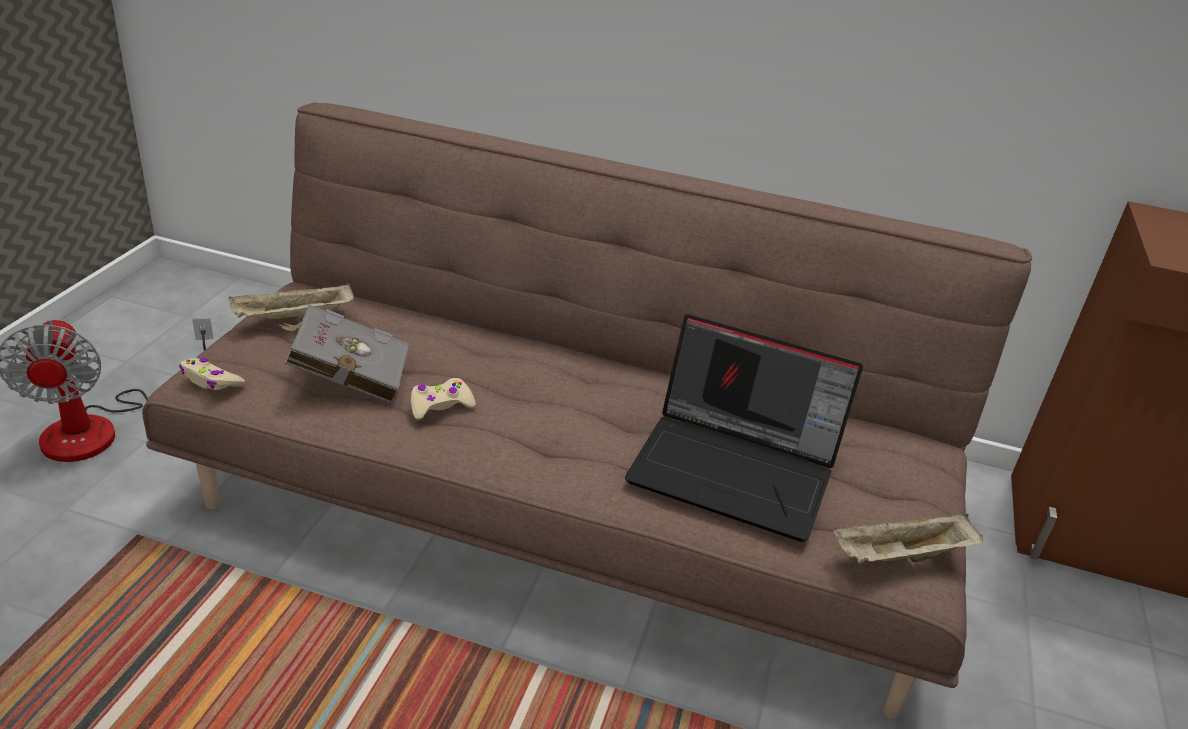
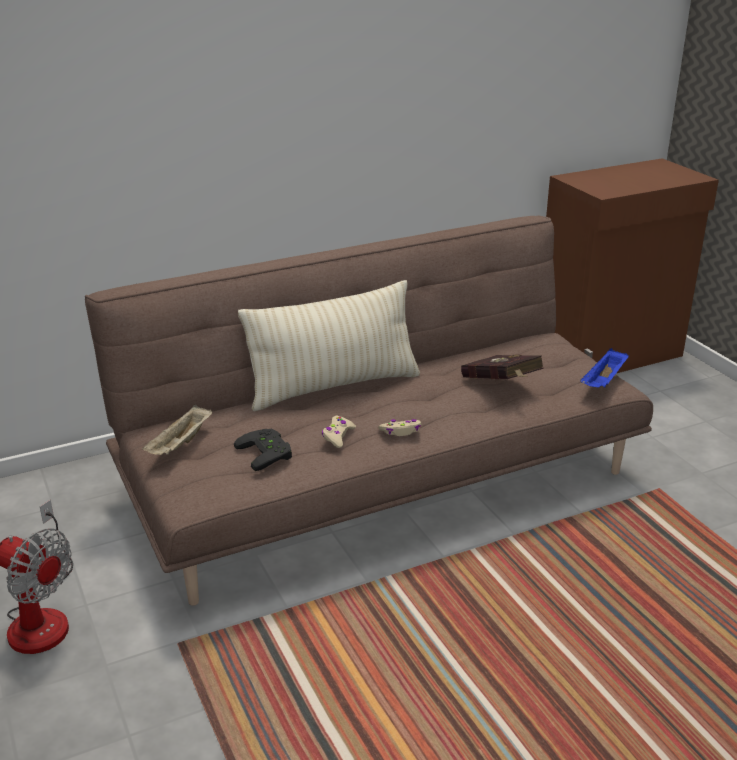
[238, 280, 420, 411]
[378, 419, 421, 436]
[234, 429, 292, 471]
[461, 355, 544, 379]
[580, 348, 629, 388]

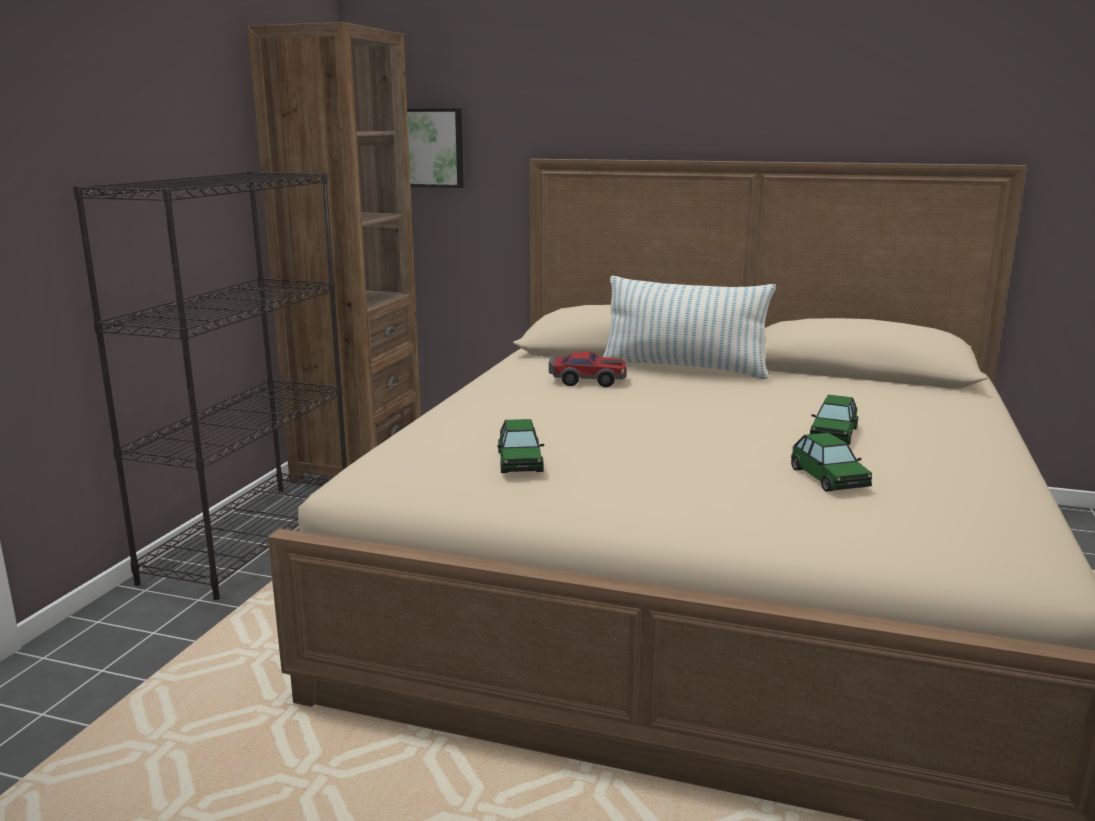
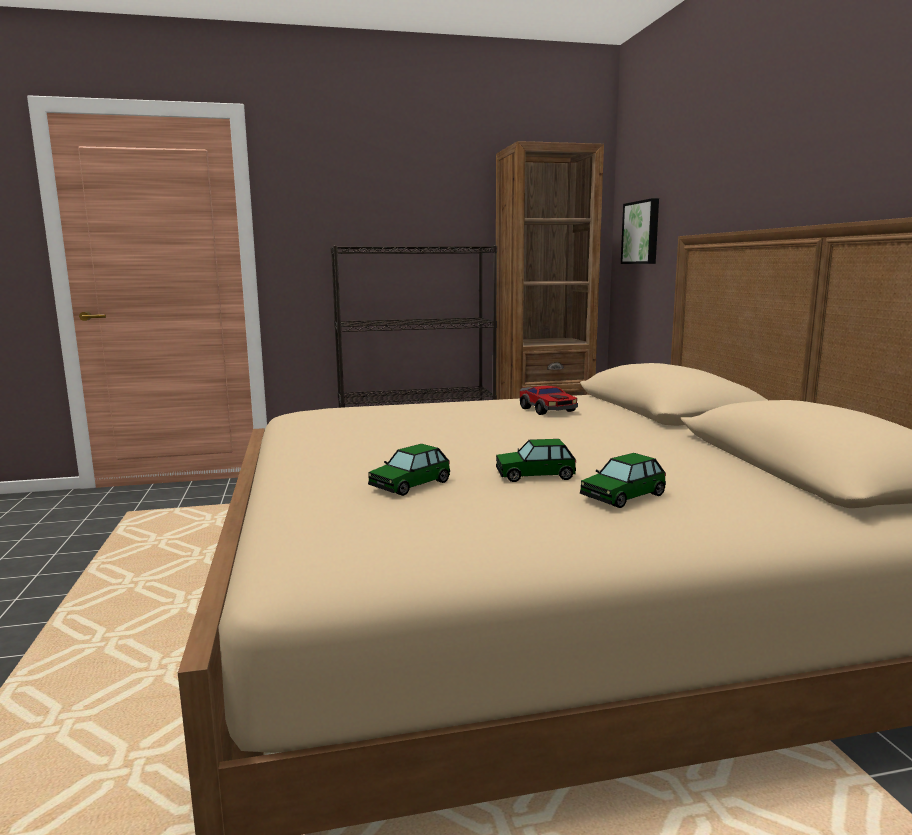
[603, 276, 776, 379] (first image)
[580, 453, 666, 508]

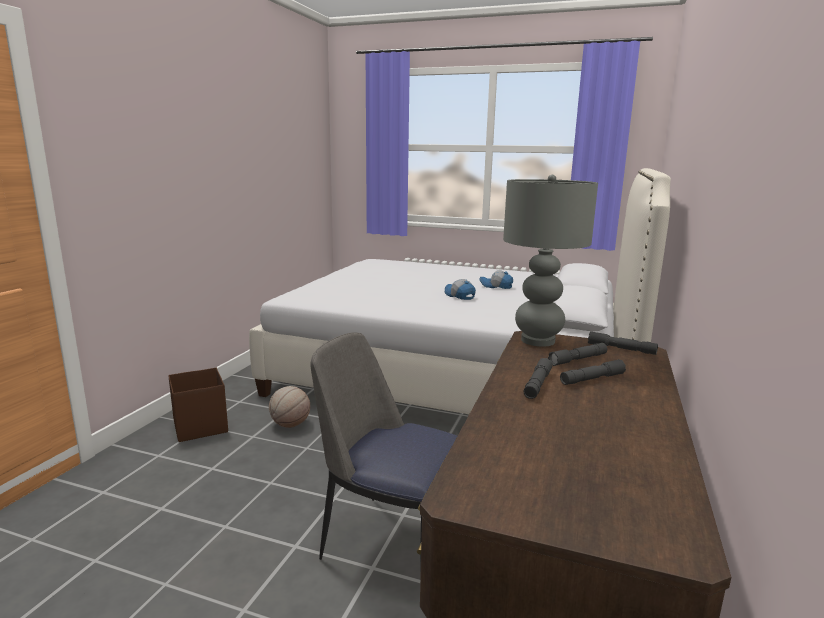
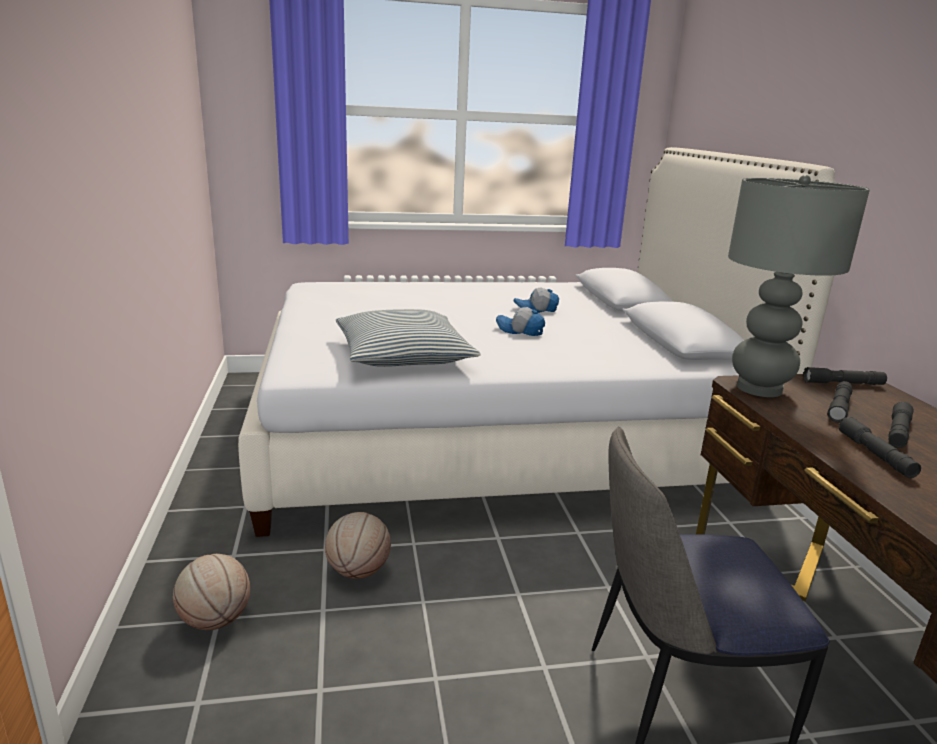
[336, 309, 481, 367]
[173, 554, 250, 630]

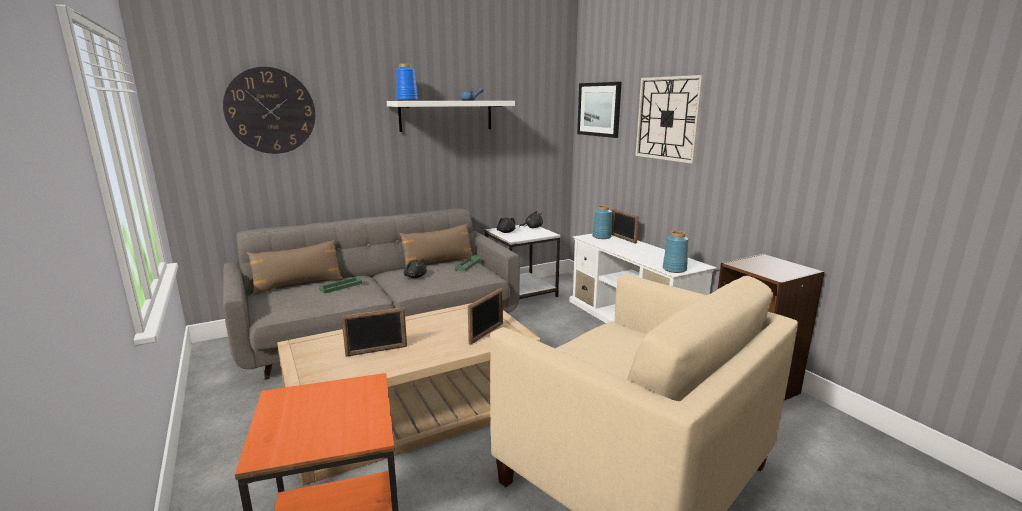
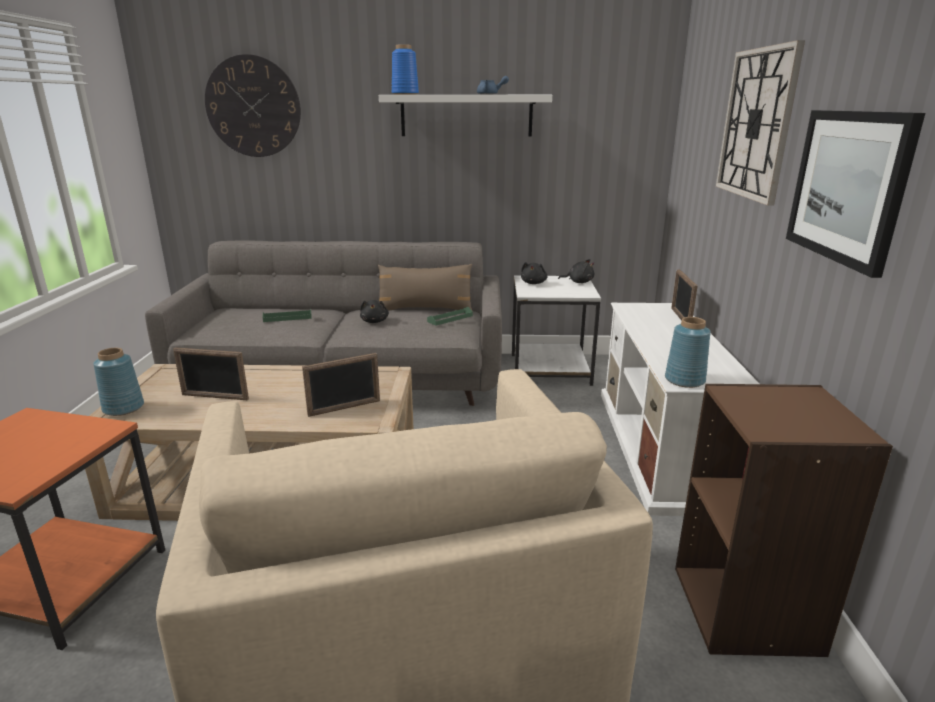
[247, 240, 343, 296] (first image)
[786, 110, 925, 278]
[93, 348, 144, 416]

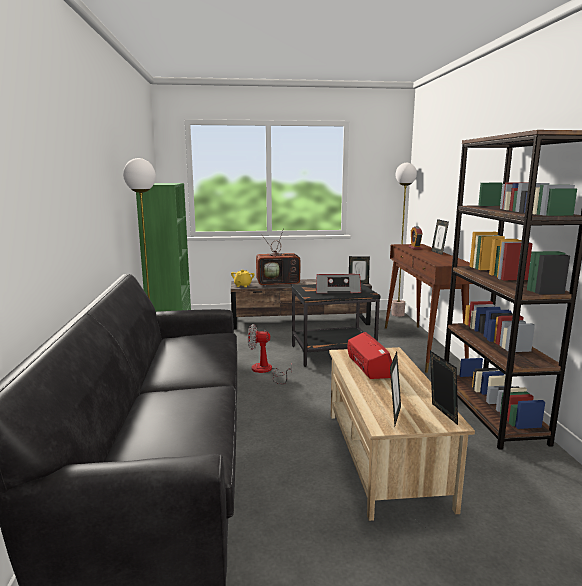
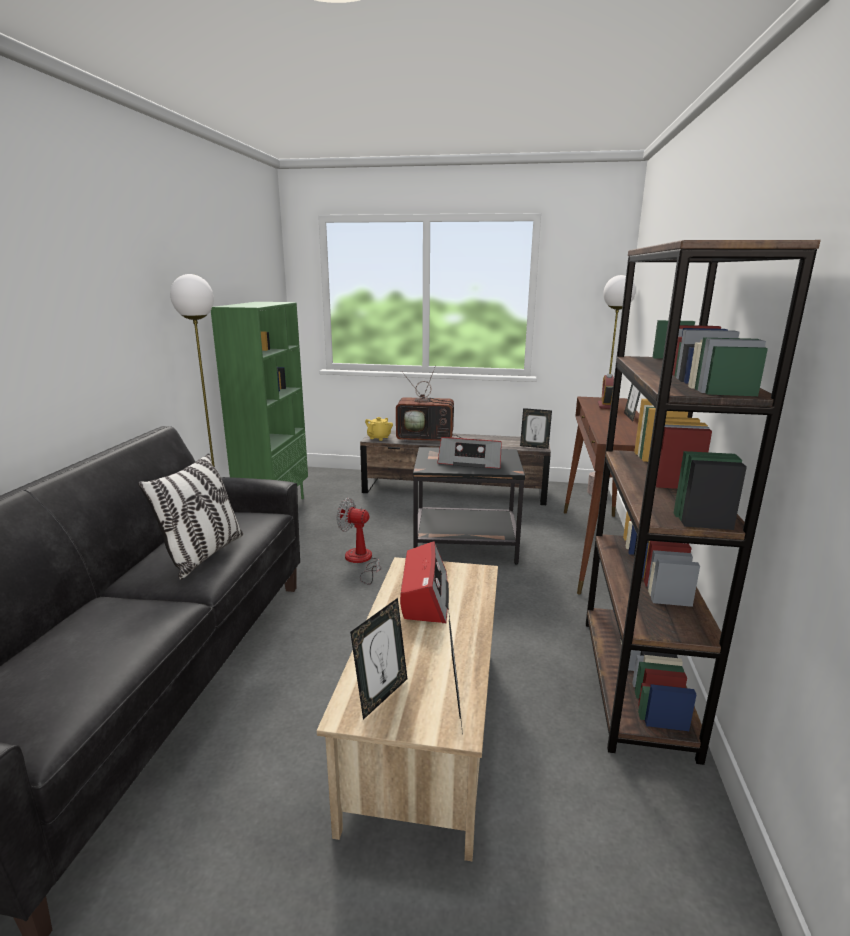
[138, 453, 243, 580]

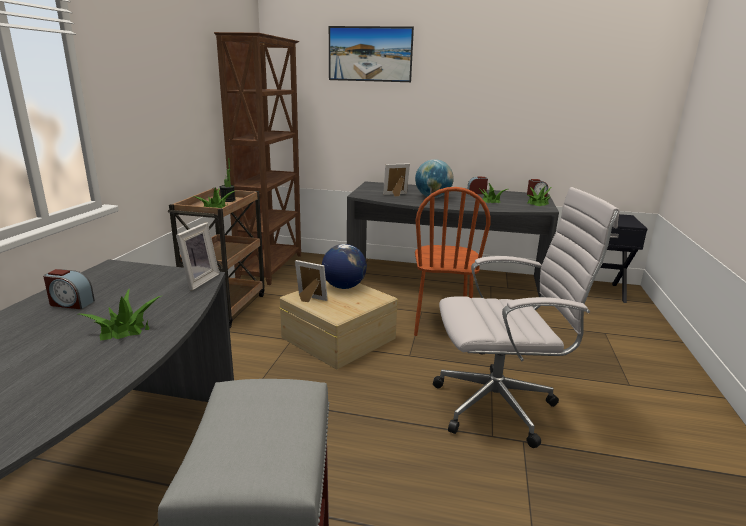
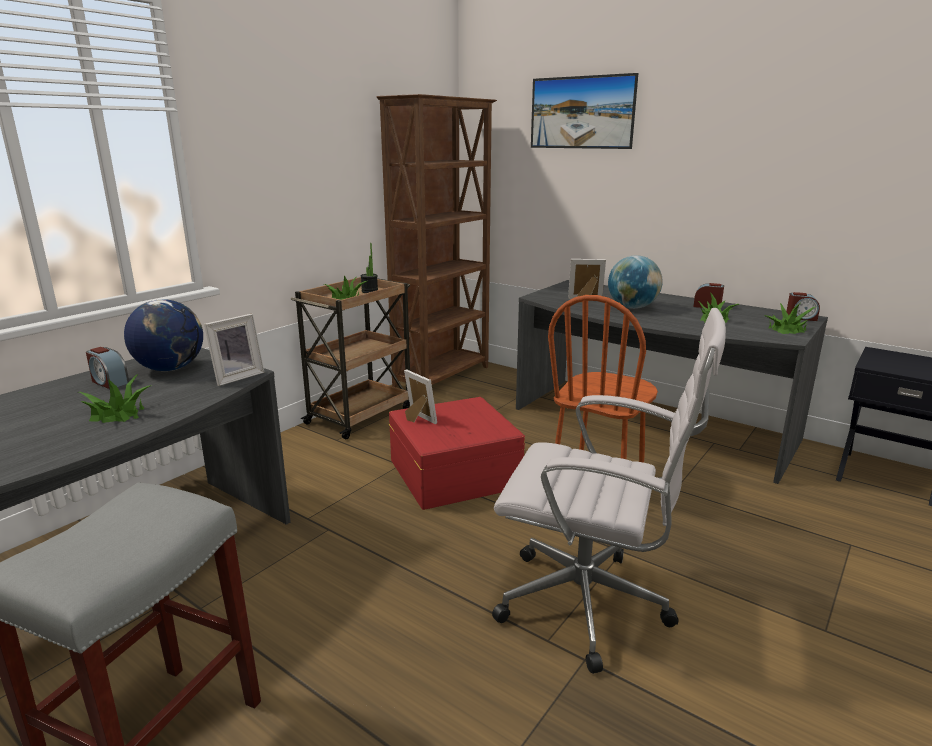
[124, 299, 203, 371]
[389, 397, 525, 510]

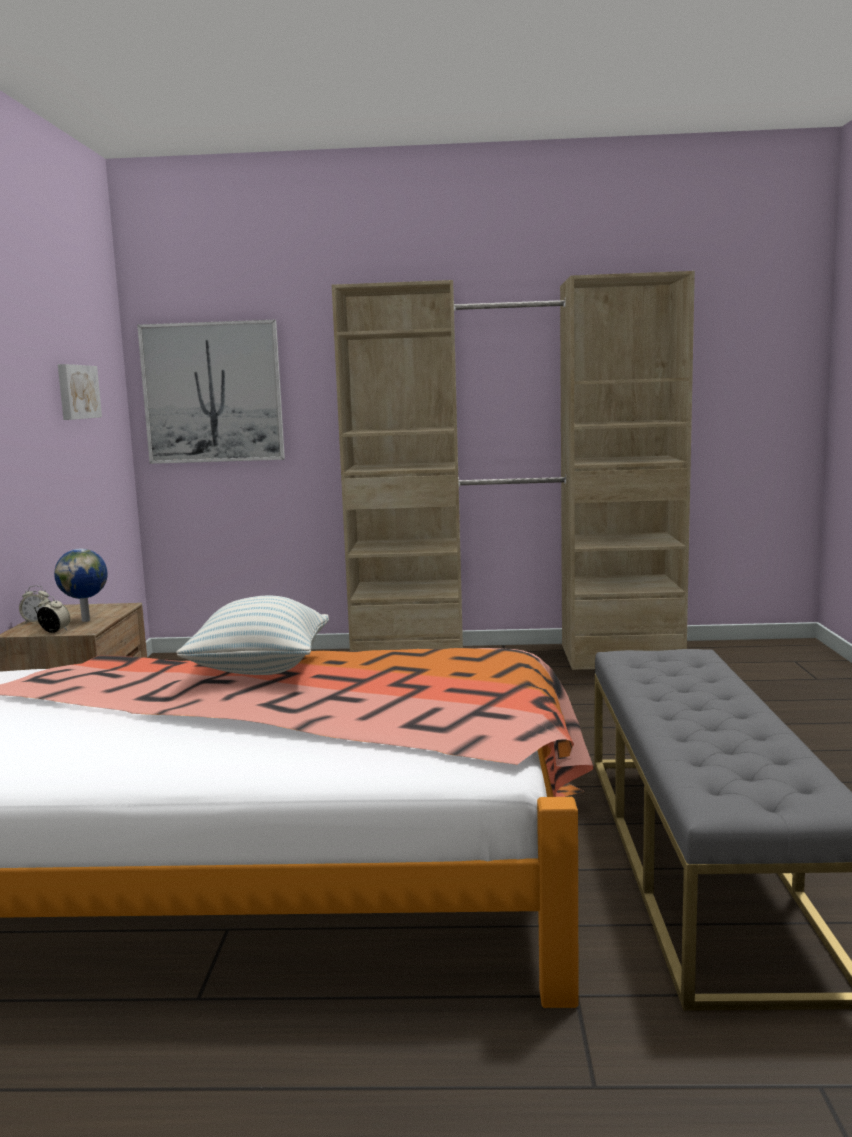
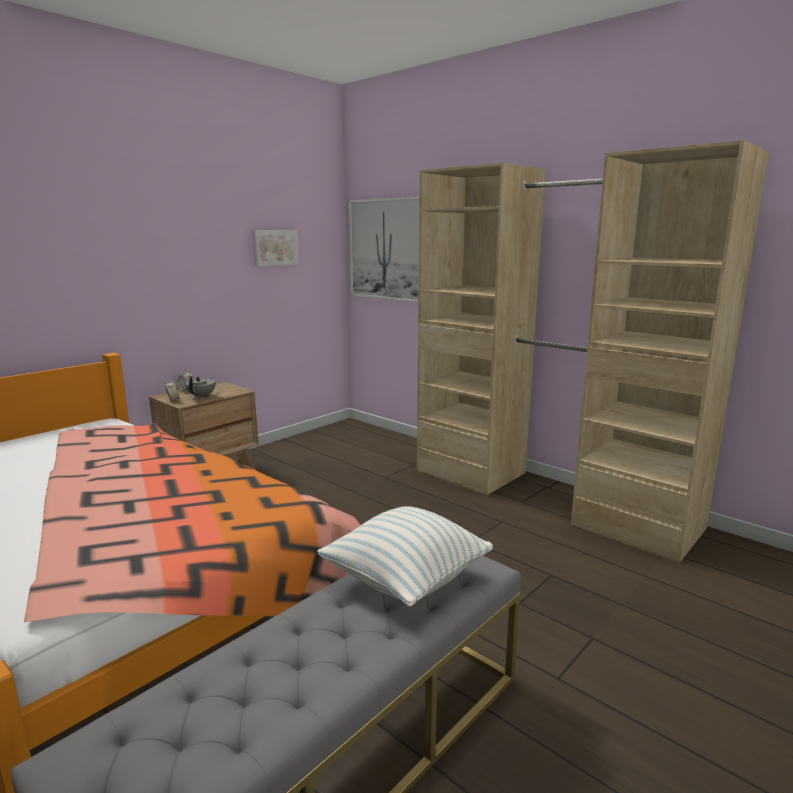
[317, 506, 493, 607]
[185, 376, 216, 399]

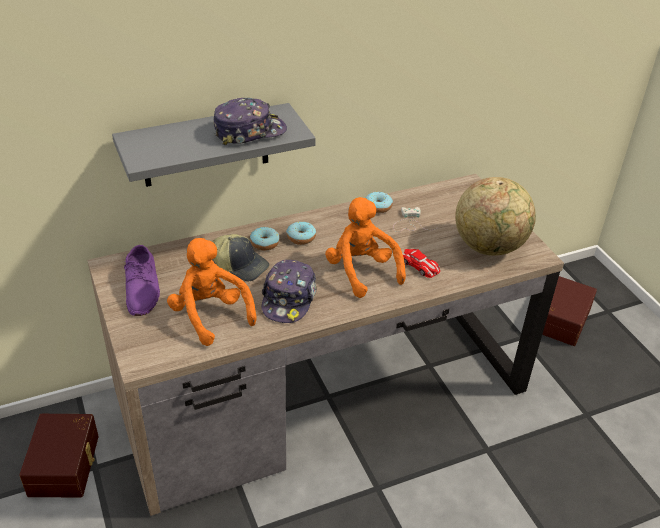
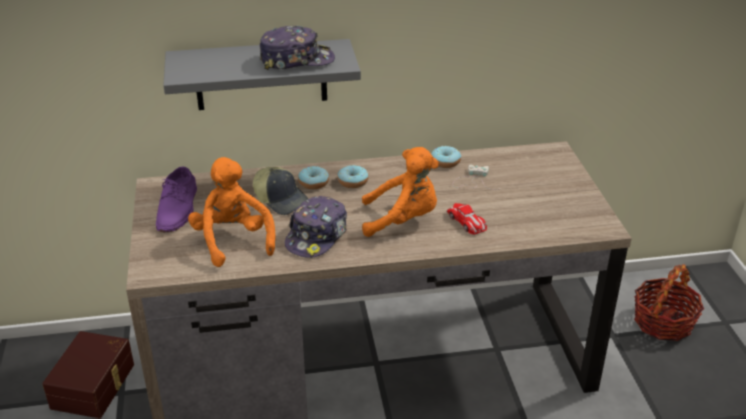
[455, 177, 536, 256] (first image)
[634, 264, 704, 341]
[362, 147, 439, 237]

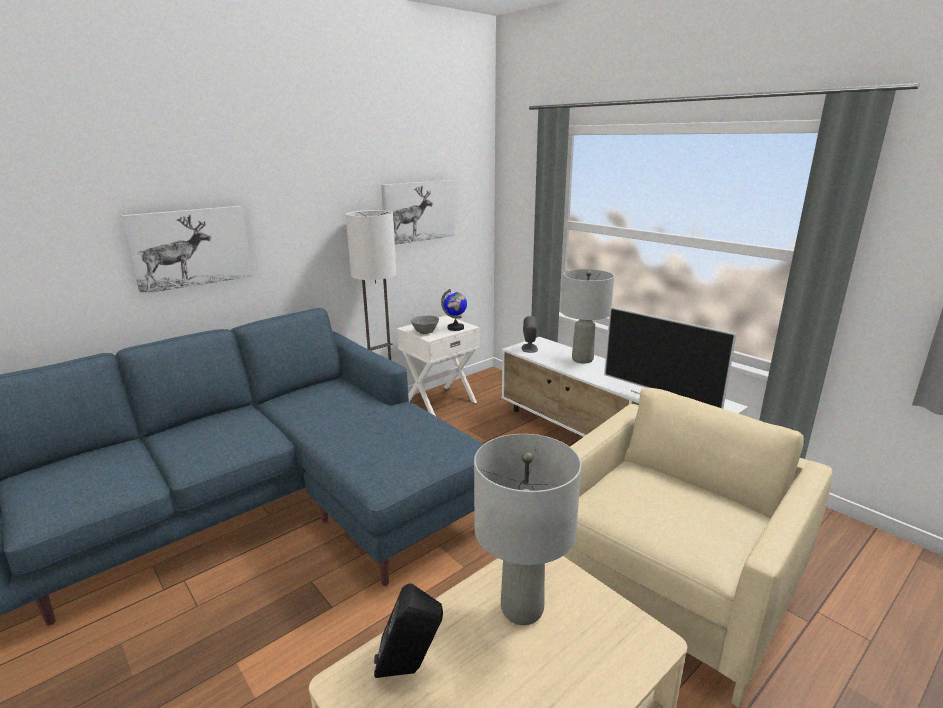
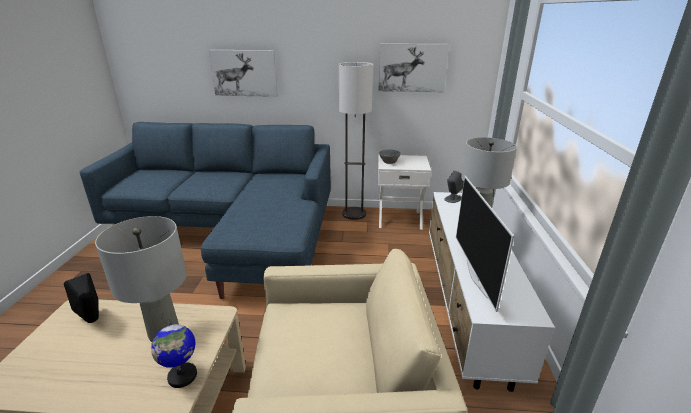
[151, 319, 197, 388]

